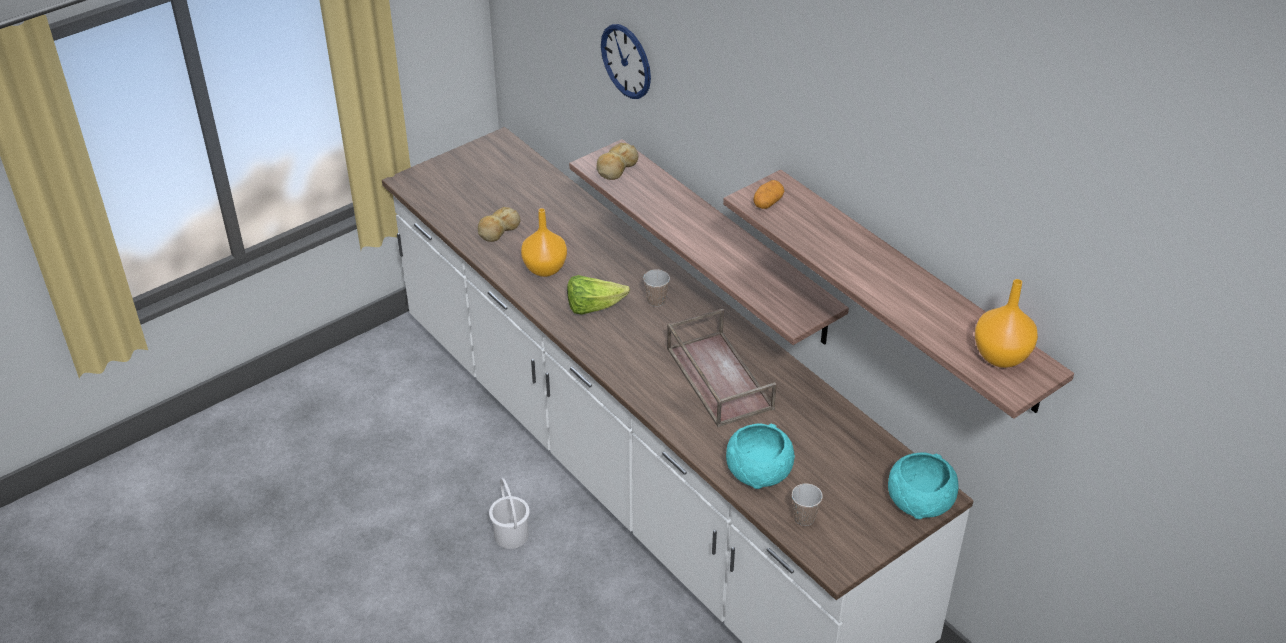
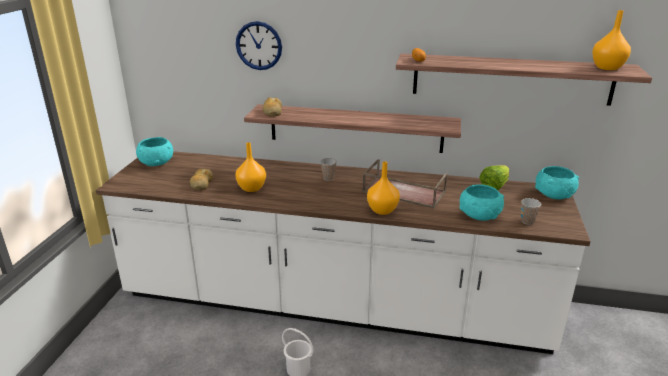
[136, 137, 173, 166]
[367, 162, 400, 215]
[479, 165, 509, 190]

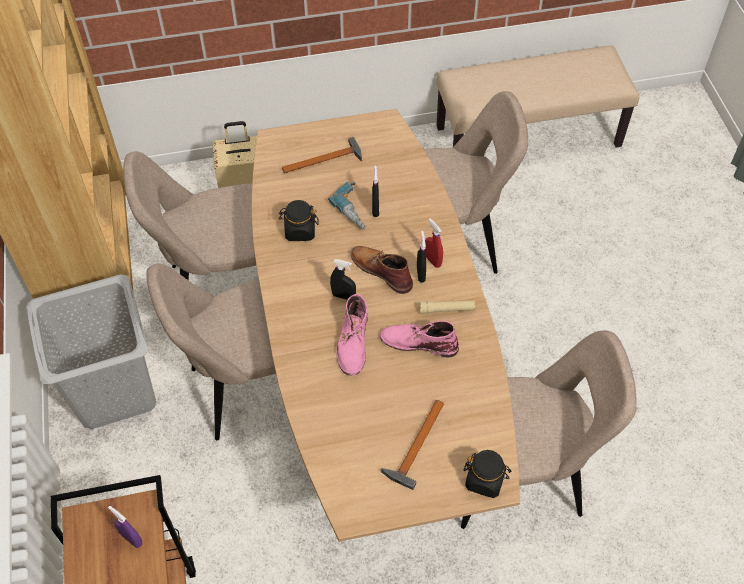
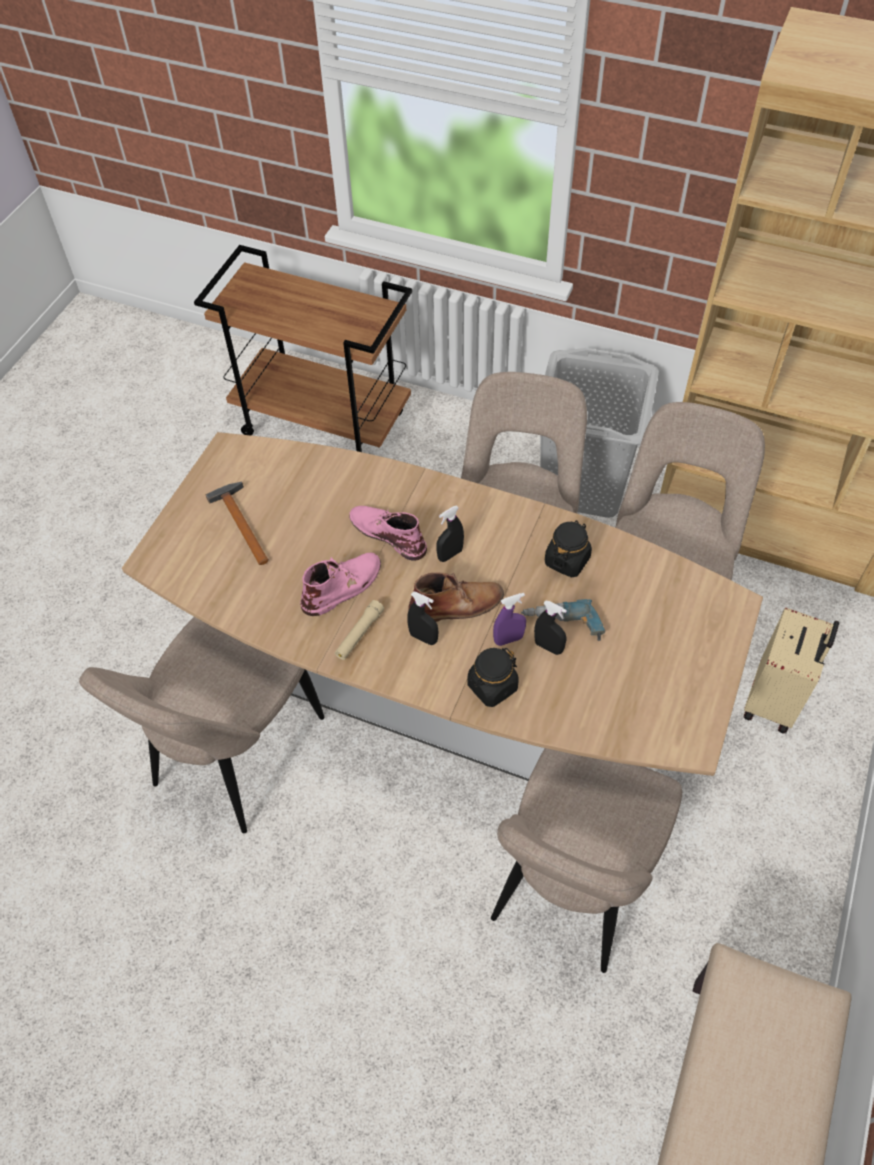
[282, 137, 362, 173] (first image)
[425, 218, 443, 268] (first image)
[493, 593, 526, 646]
[467, 648, 519, 707]

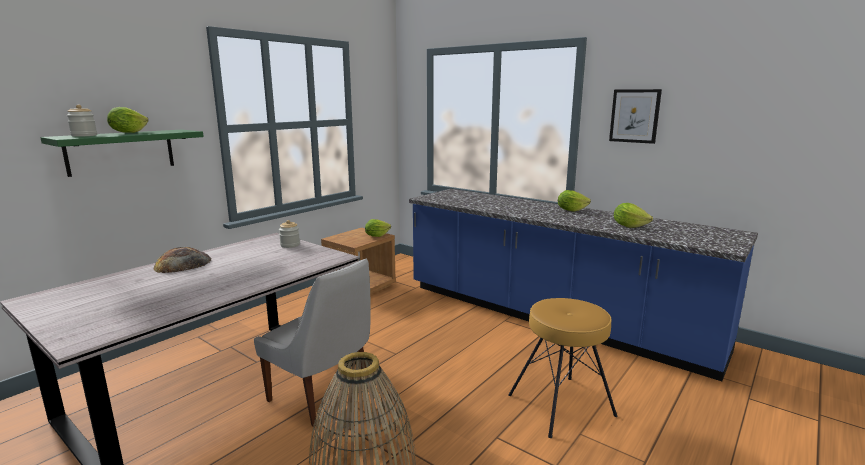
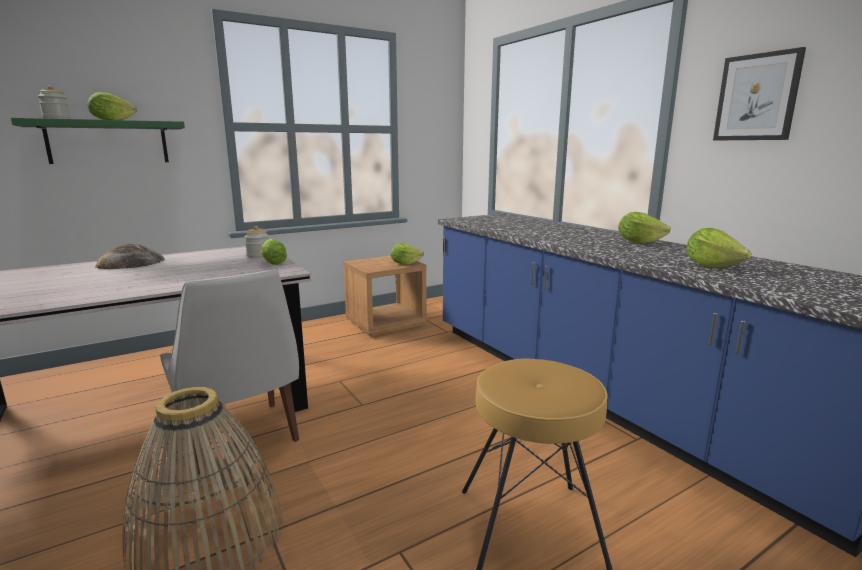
[261, 238, 287, 265]

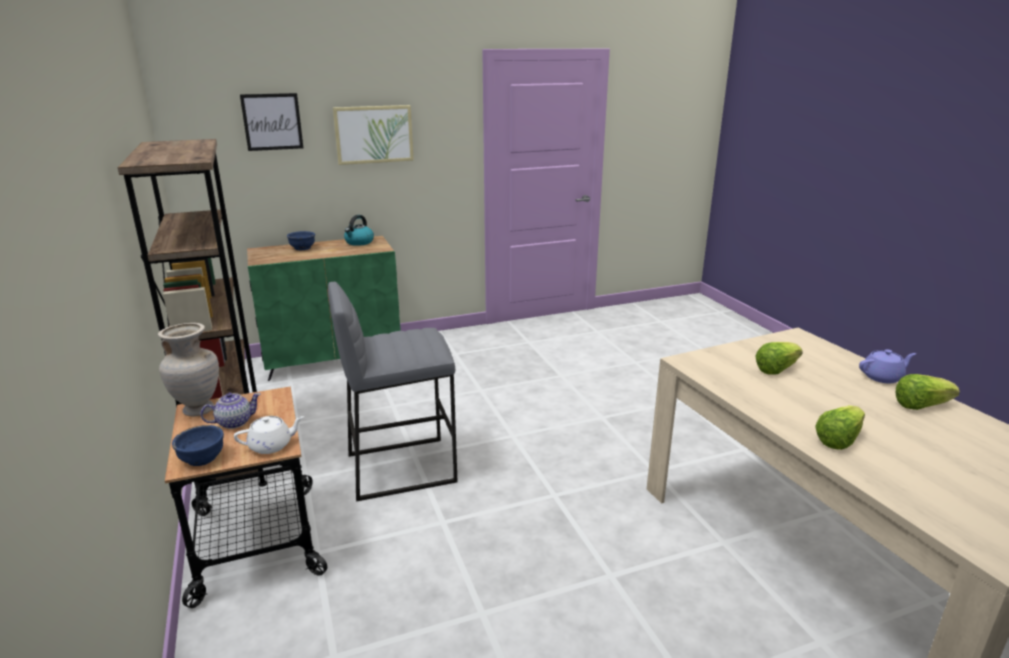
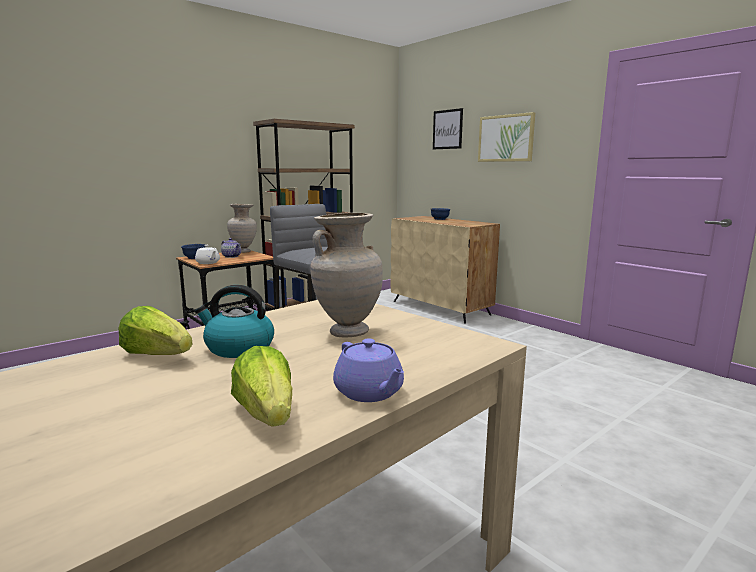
[195, 285, 274, 358]
[310, 213, 383, 337]
[390, 216, 500, 323]

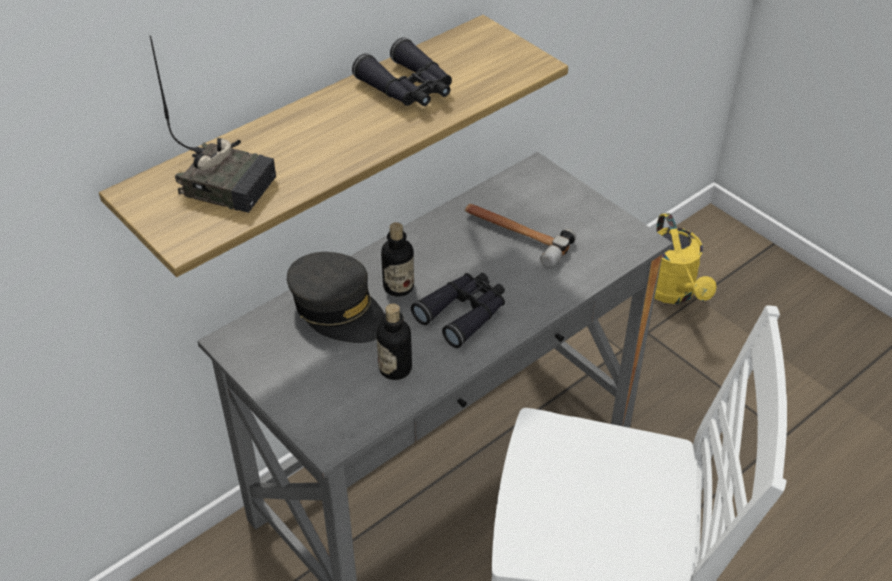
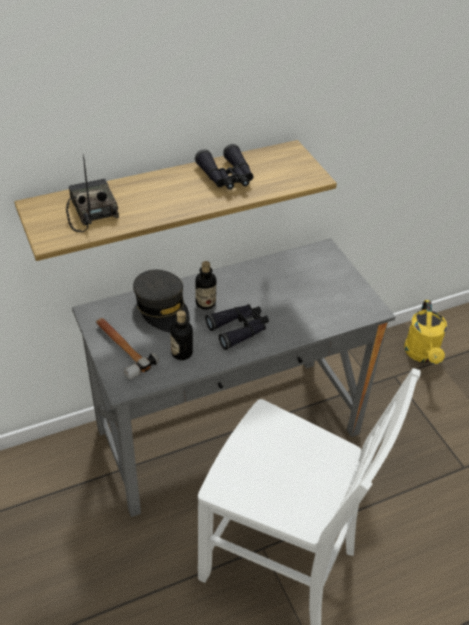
[96, 318, 159, 380]
[66, 154, 119, 232]

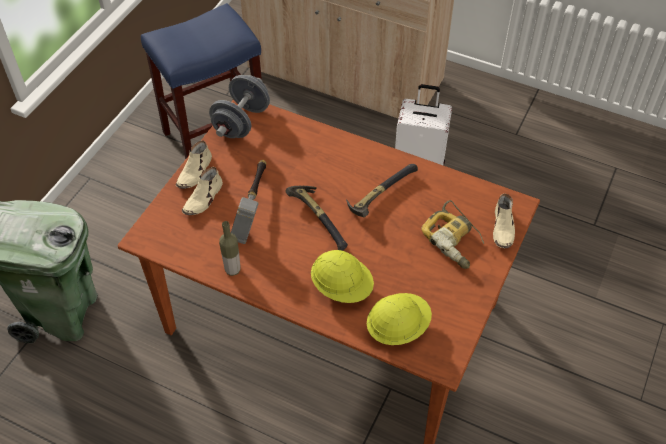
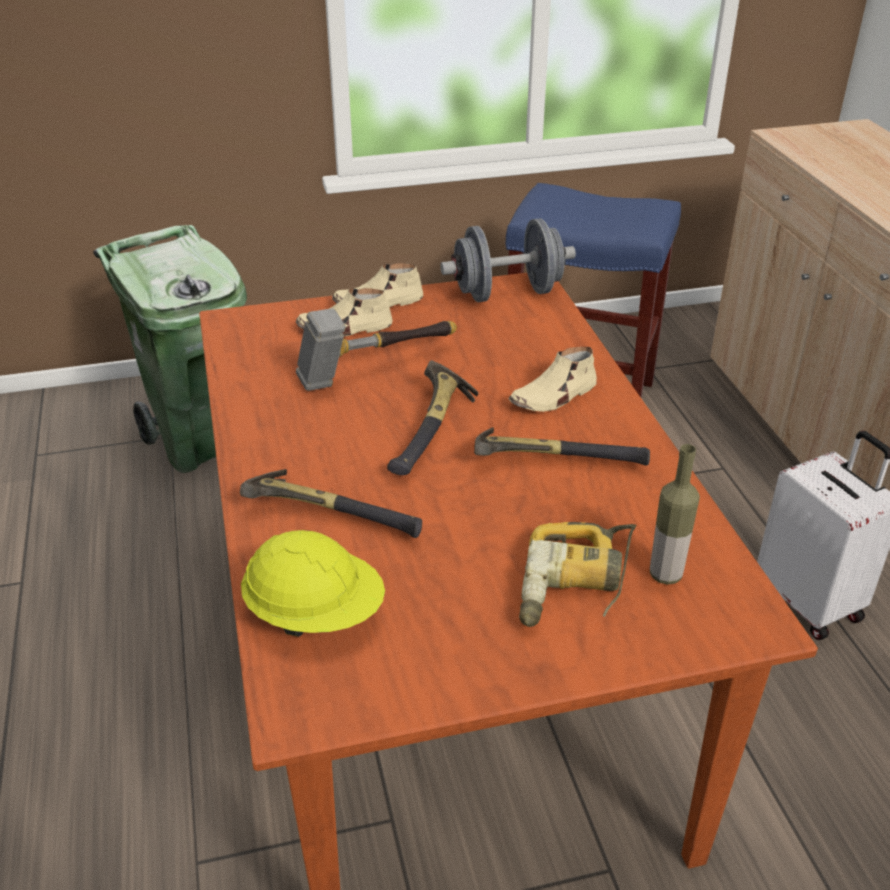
[650, 444, 700, 585]
[508, 347, 597, 412]
[240, 469, 422, 538]

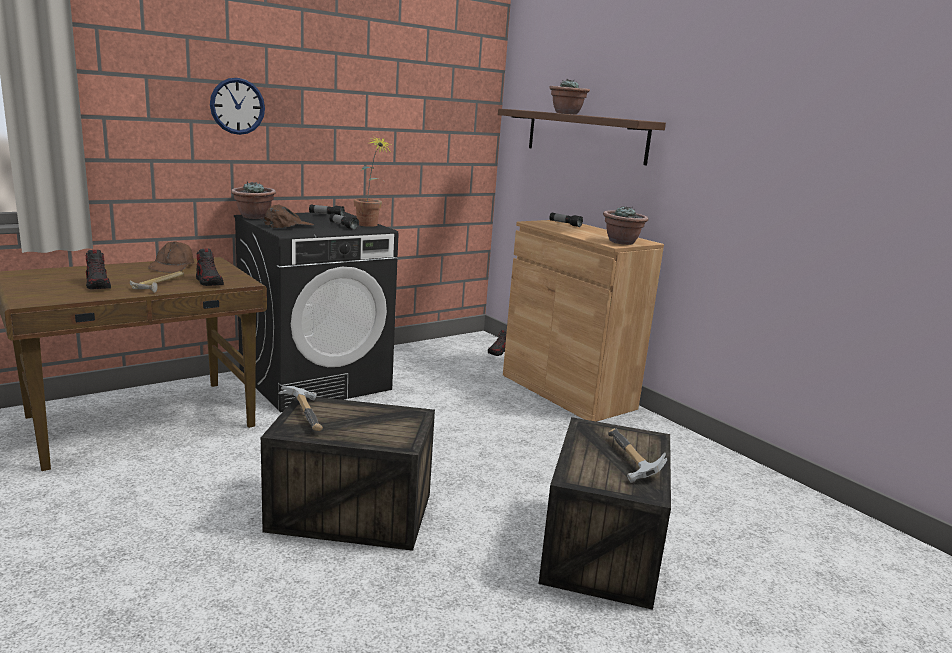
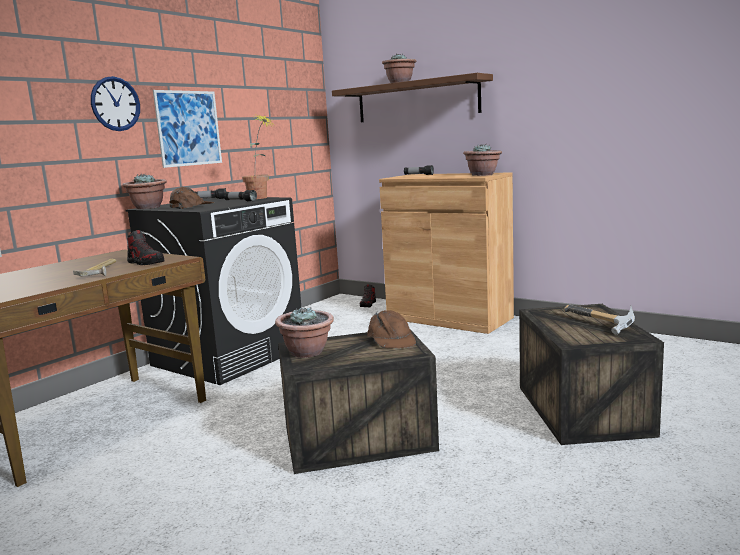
[86, 250, 111, 289] (first image)
[153, 90, 222, 168]
[367, 310, 416, 348]
[275, 307, 334, 358]

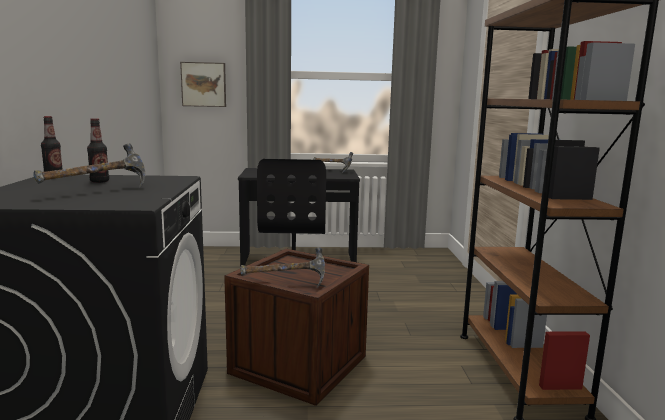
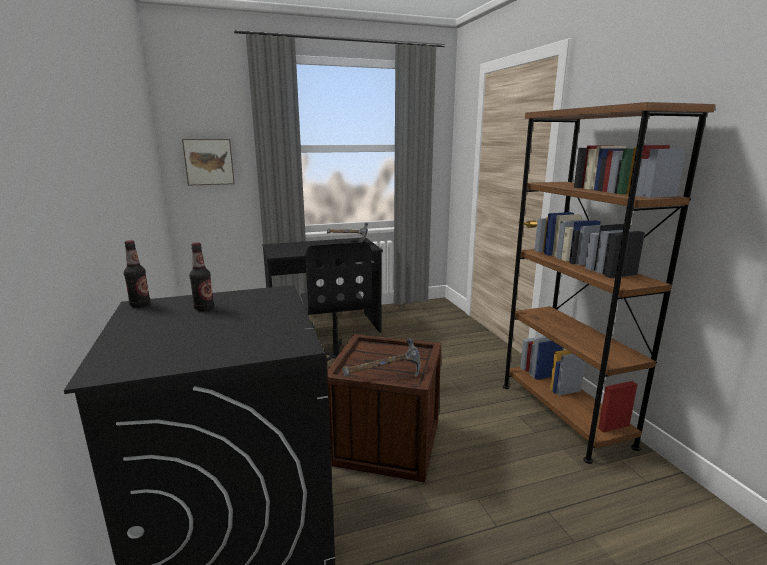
[33, 143, 145, 188] (first image)

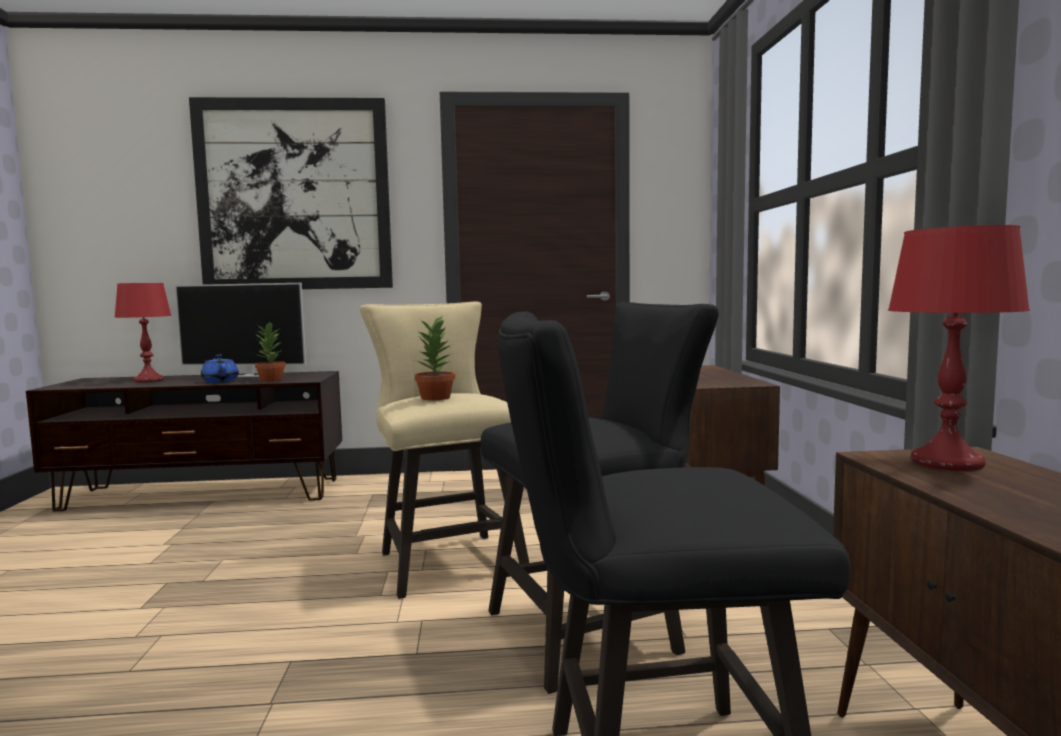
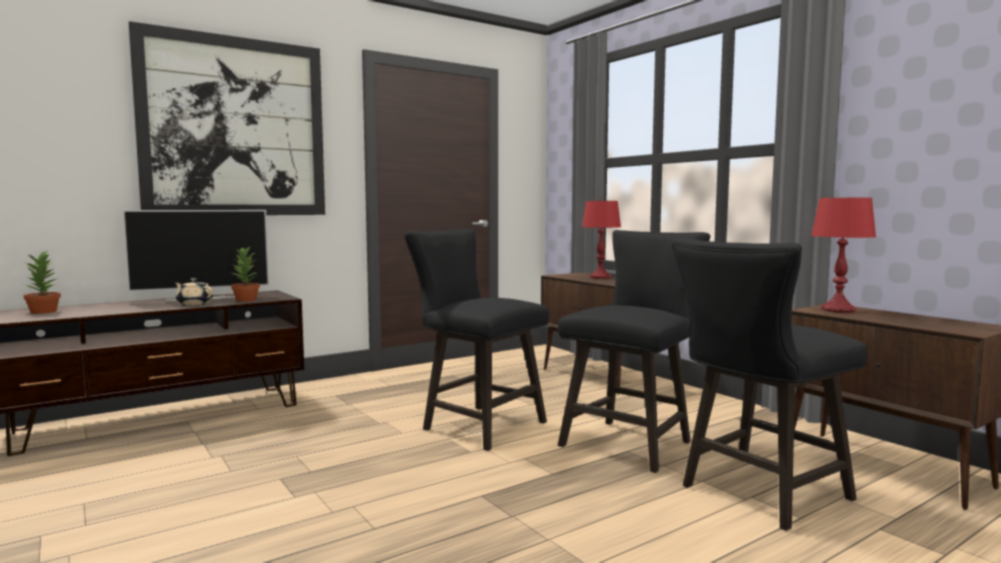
[582, 201, 621, 279]
[24, 251, 61, 314]
[174, 278, 213, 306]
[405, 229, 549, 451]

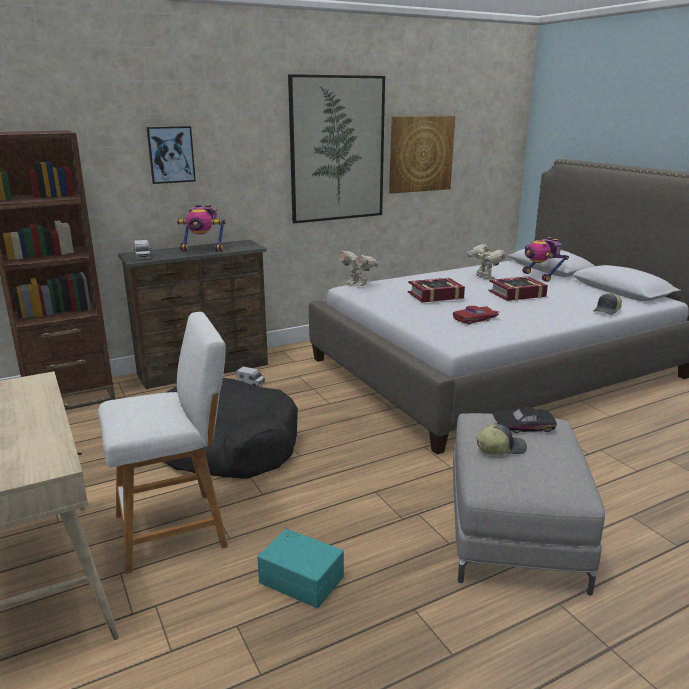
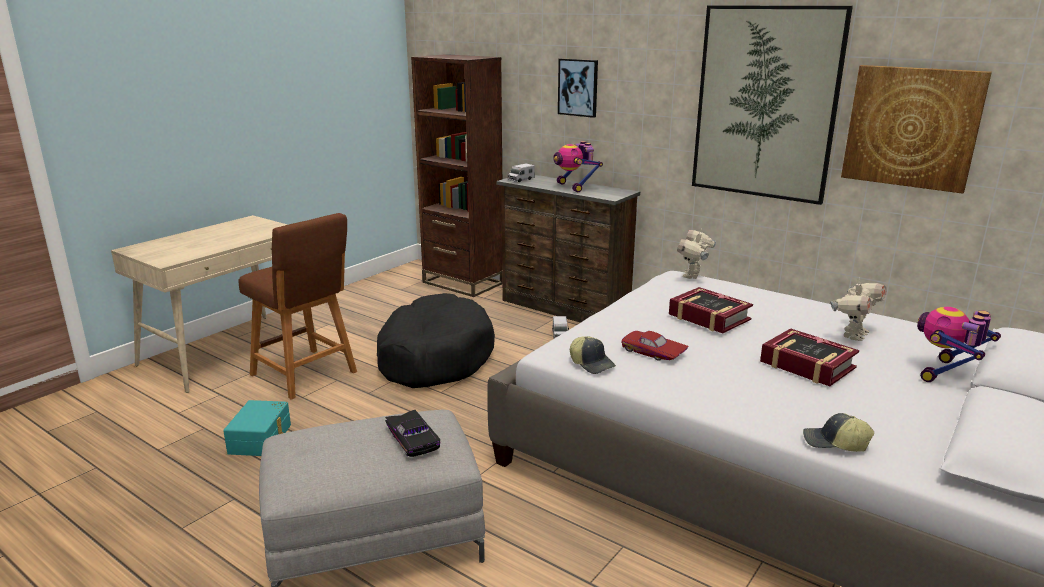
[570, 336, 616, 374]
[238, 213, 357, 400]

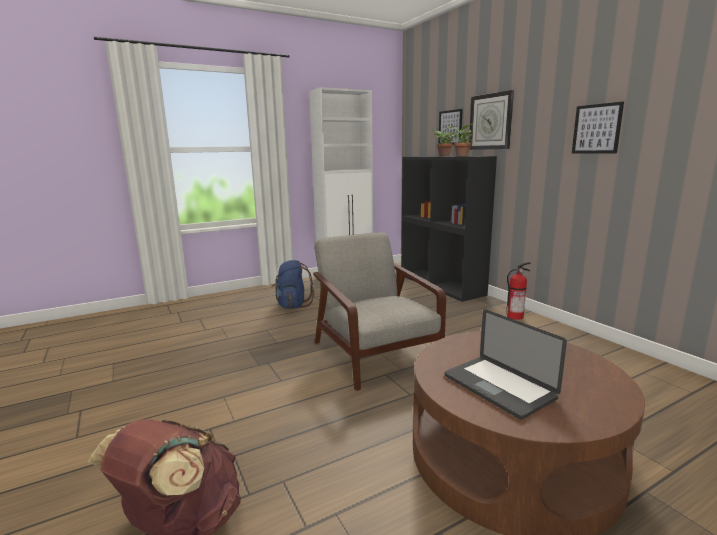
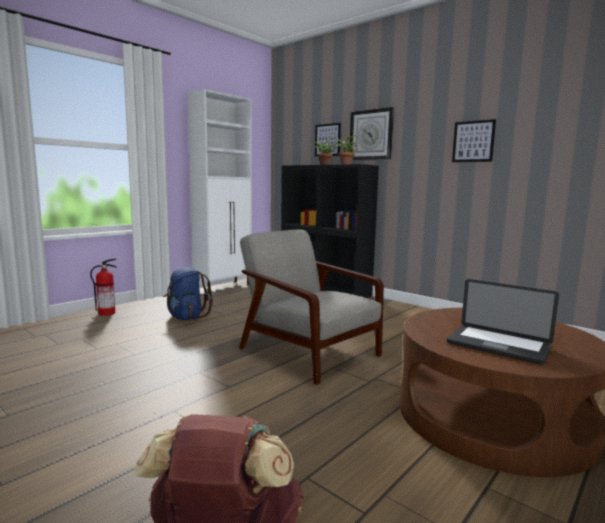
[90, 259, 117, 316]

